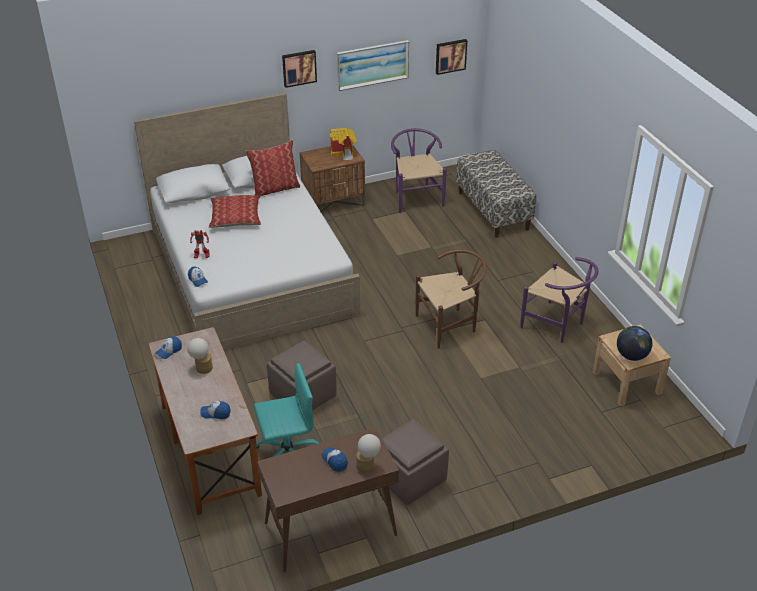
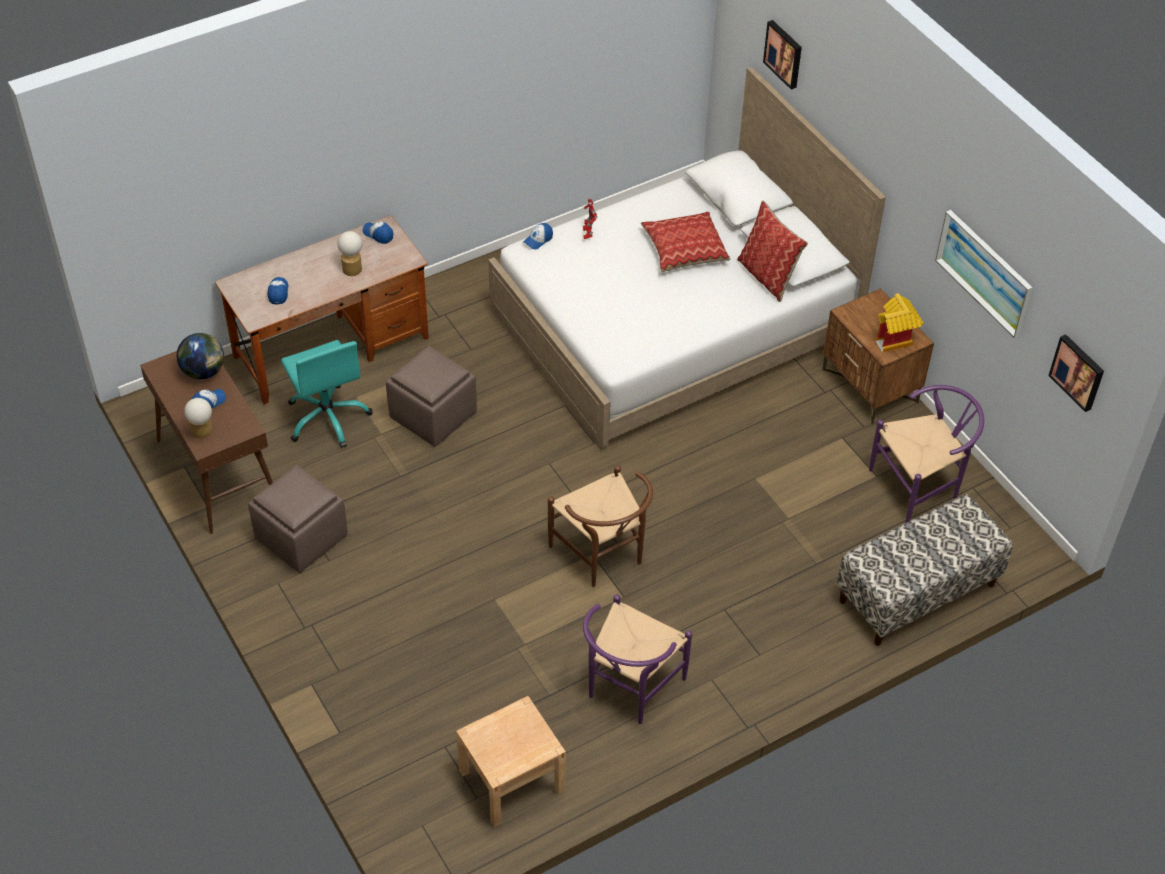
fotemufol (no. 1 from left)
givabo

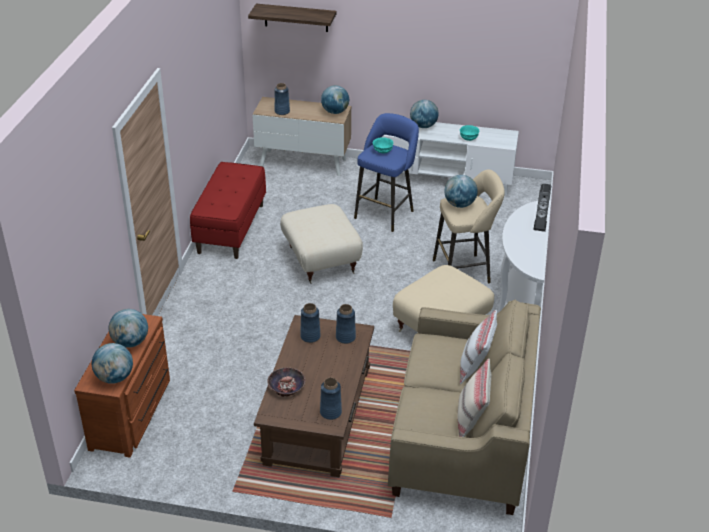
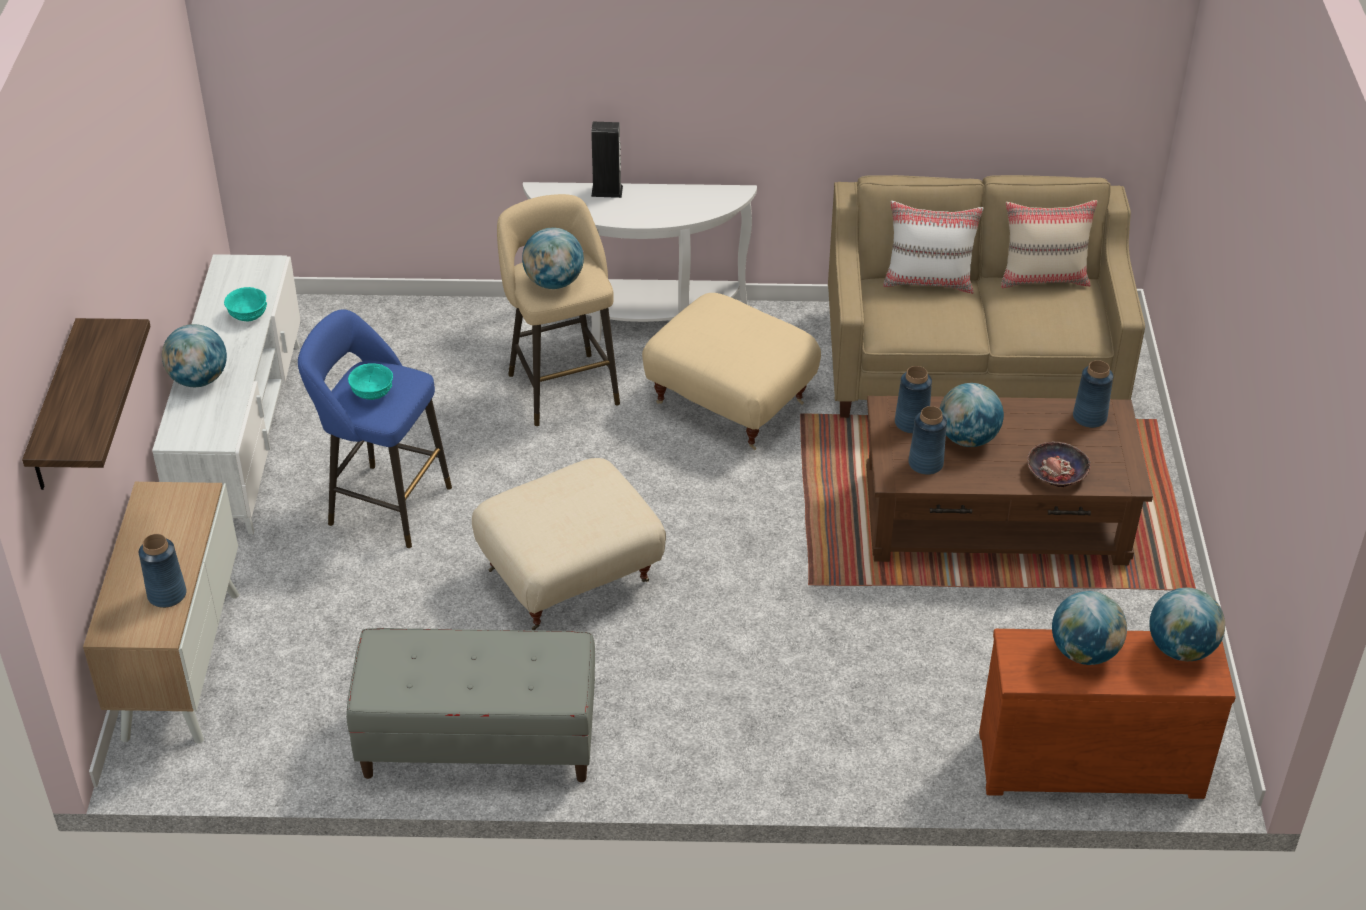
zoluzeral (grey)
givabo (no. 3 from left)

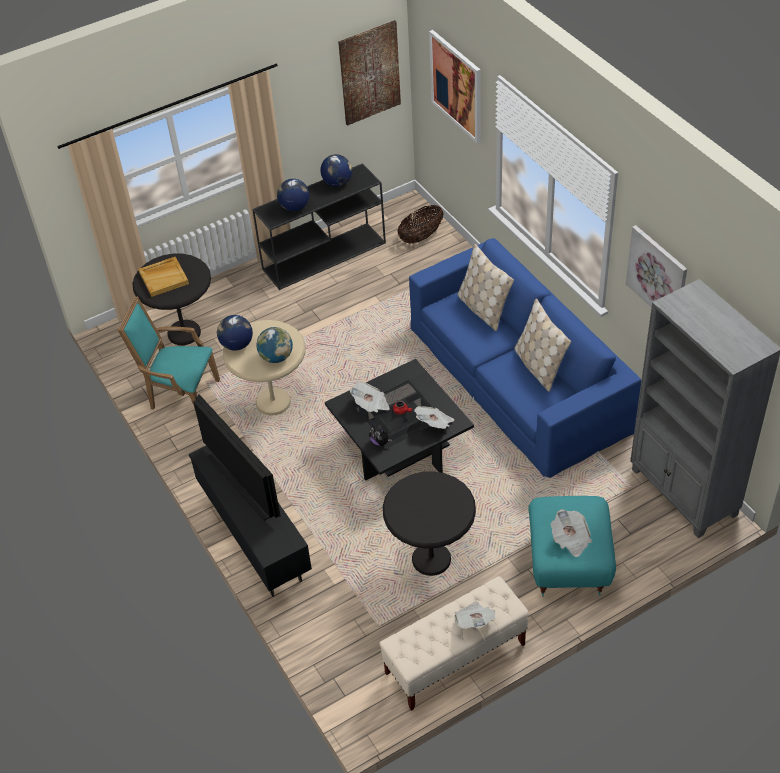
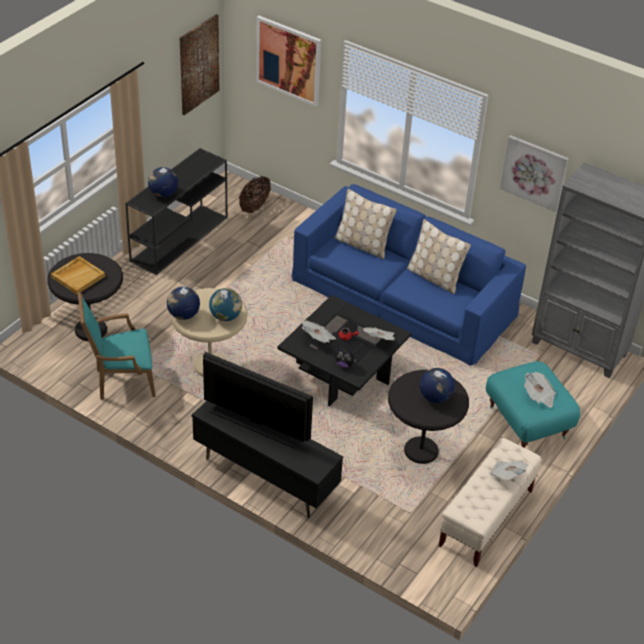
givabo (no. 4 from left)

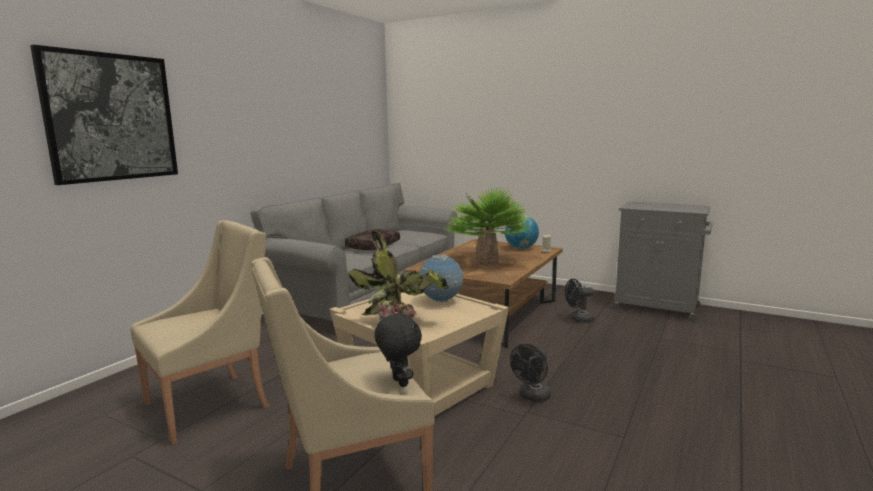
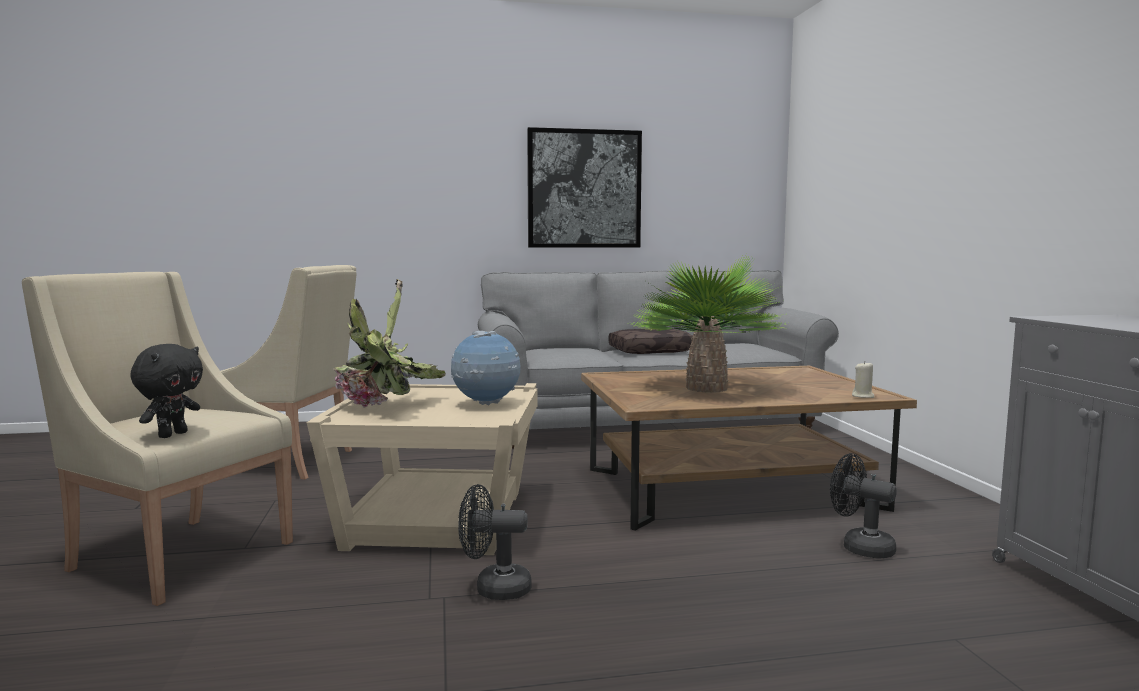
fotemufol
givabo (no. 2 from left in the first image)

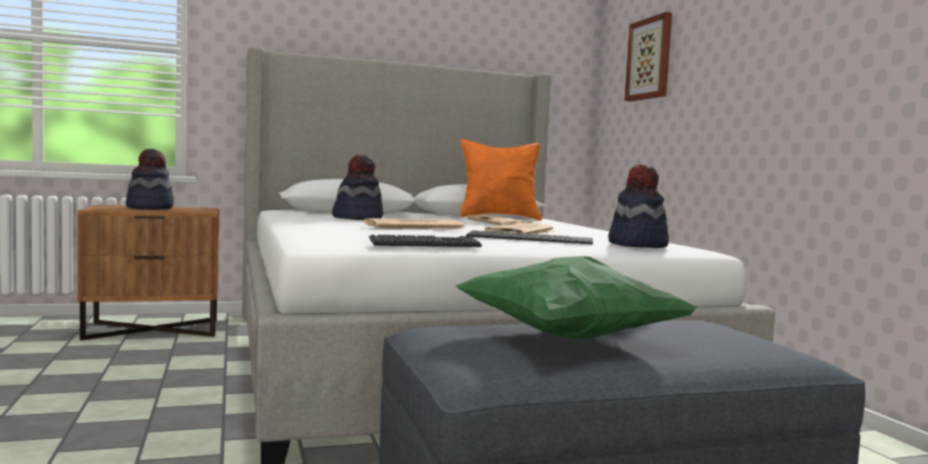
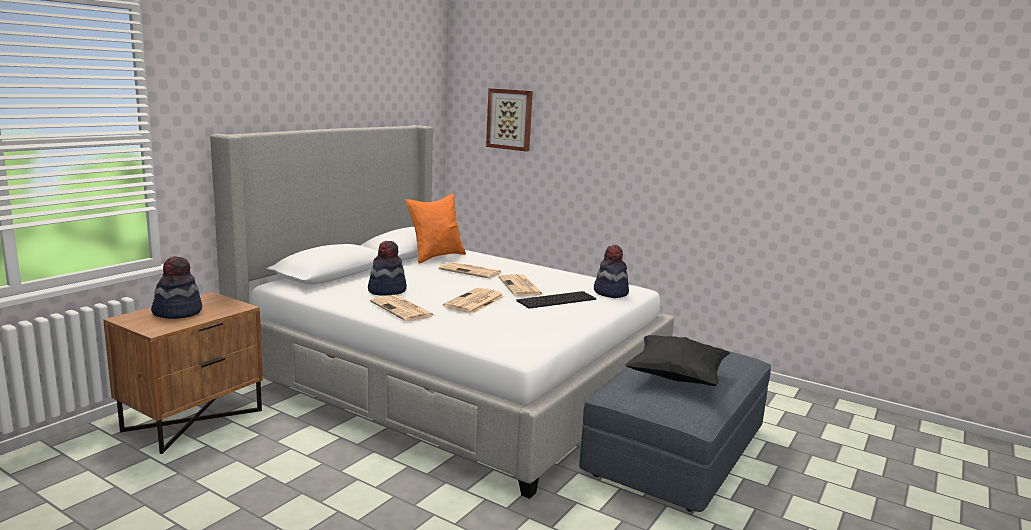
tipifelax (no. 1 from left in the first image)
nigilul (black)
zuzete (no. 1 from left)

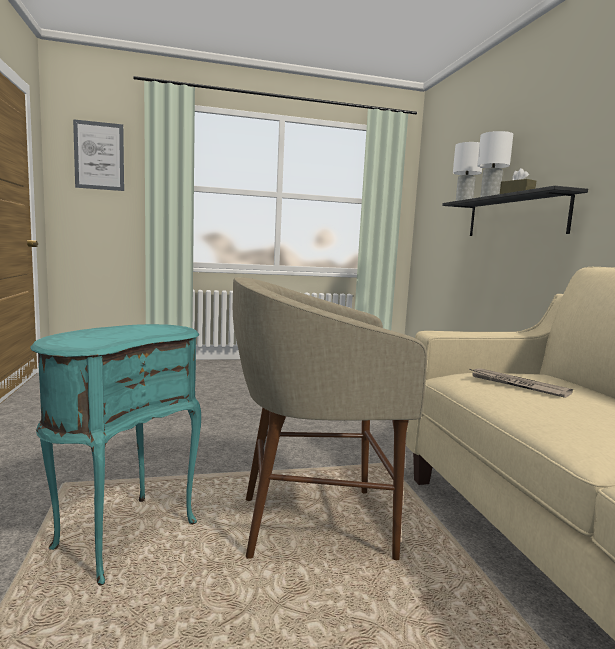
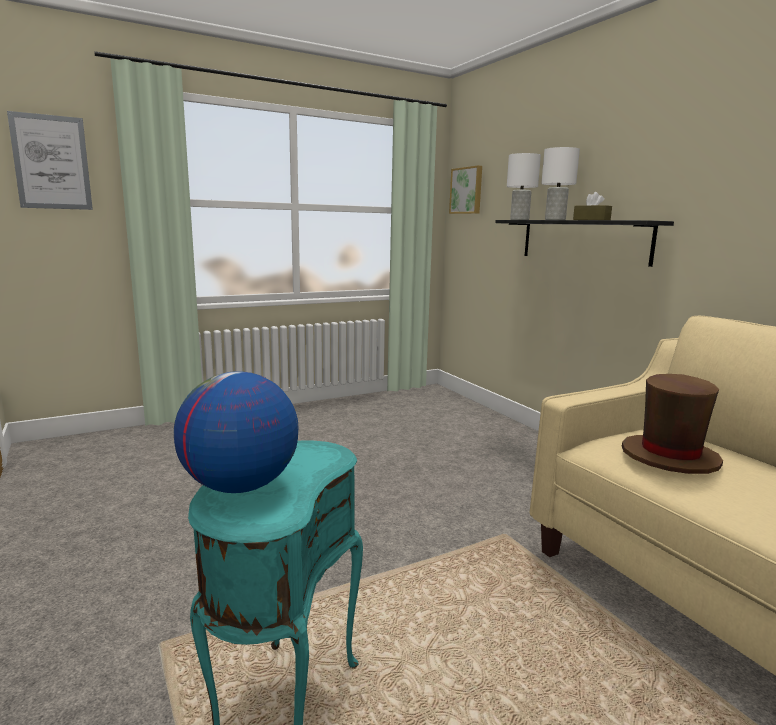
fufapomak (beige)
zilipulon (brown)
givabo
fotemufol (no. 2 from left)

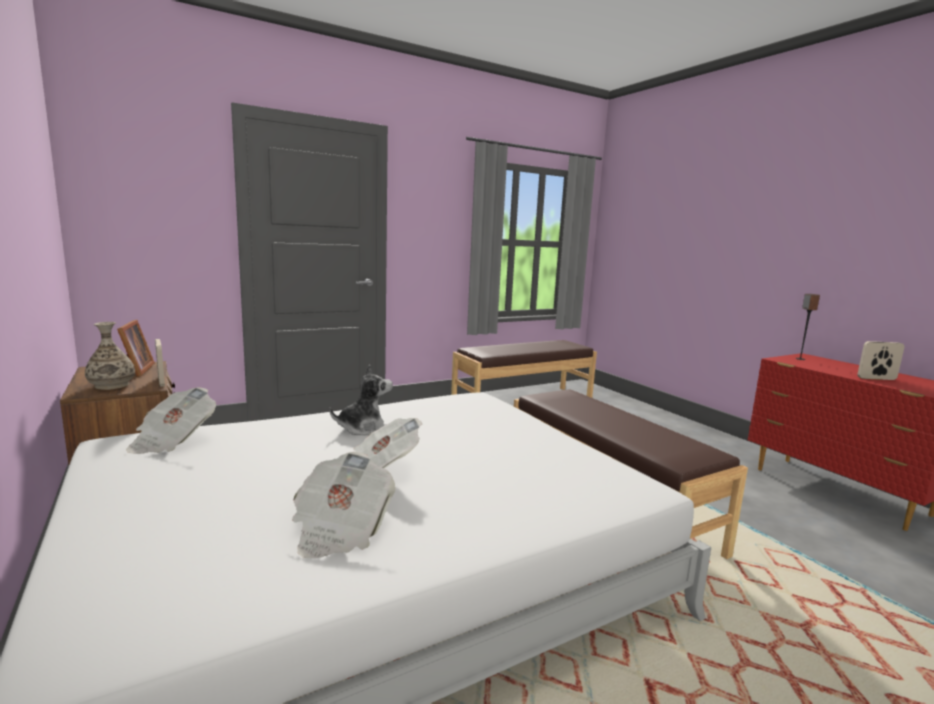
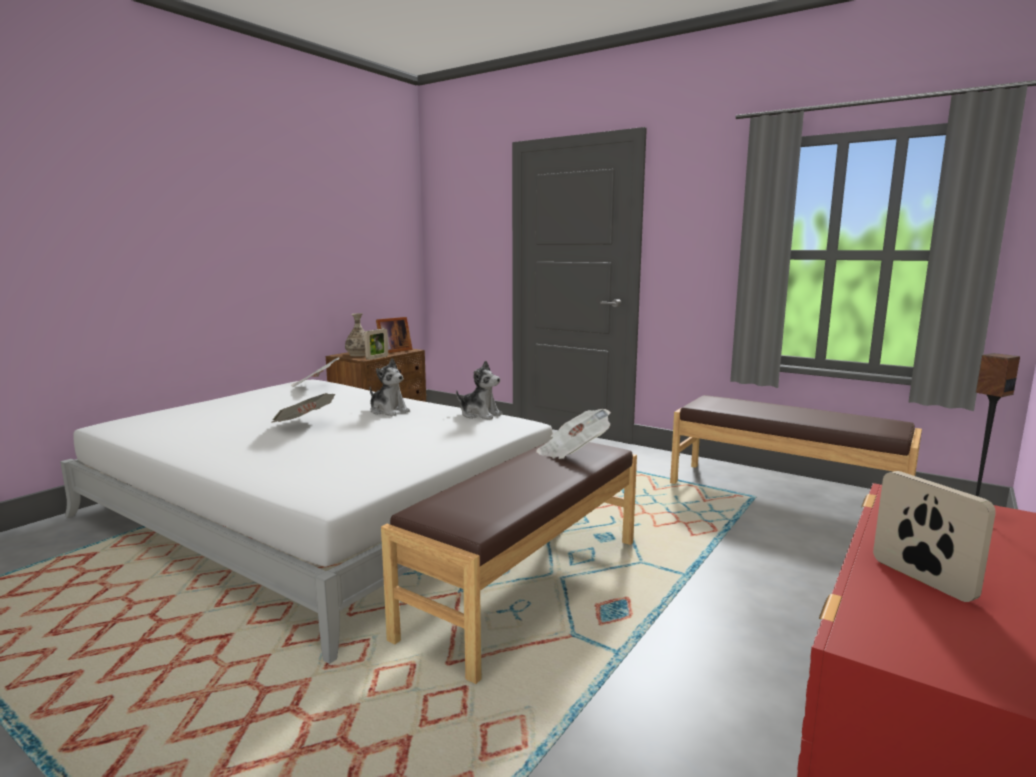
zuzete (no. 3 from left)
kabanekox (no. 2 from left)

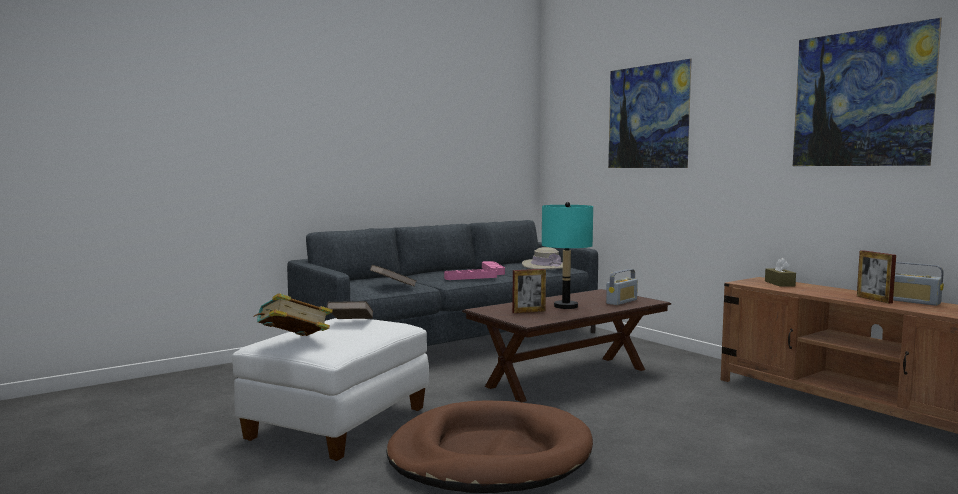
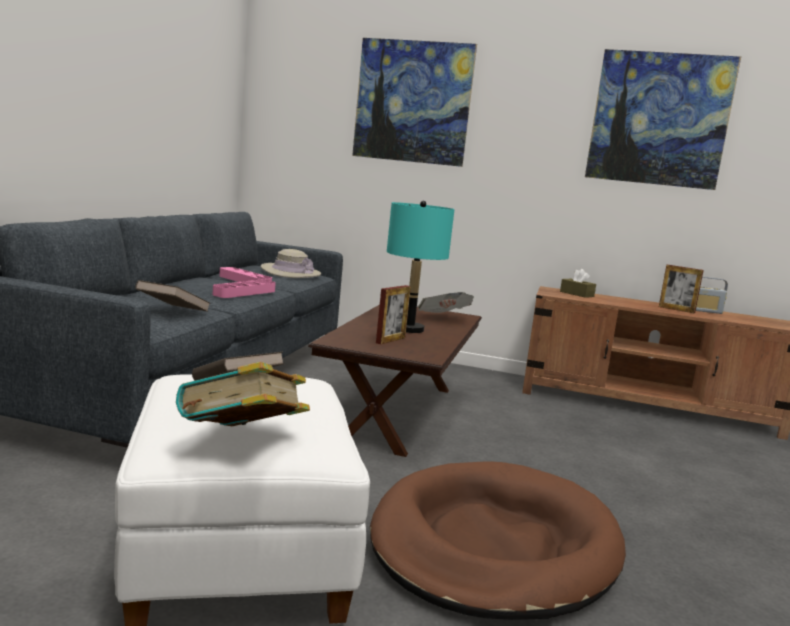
zuzete

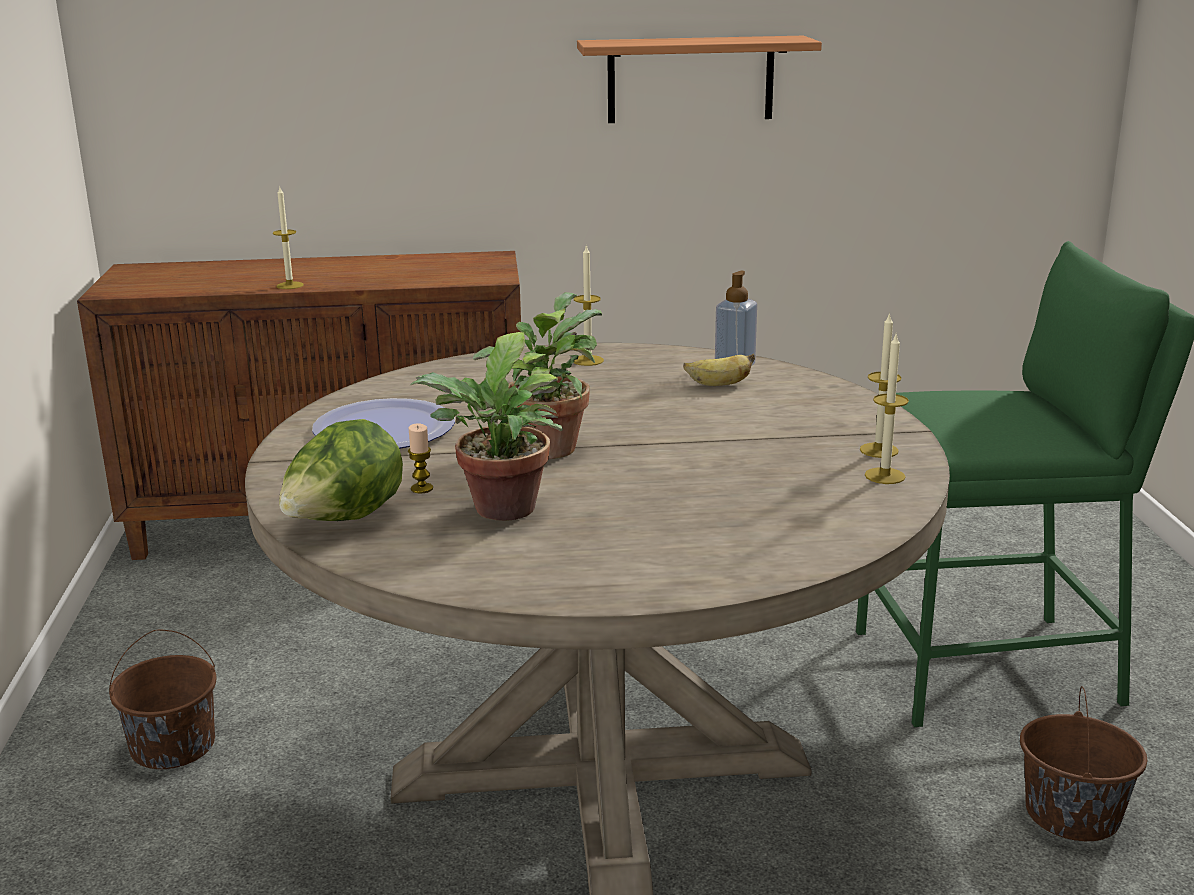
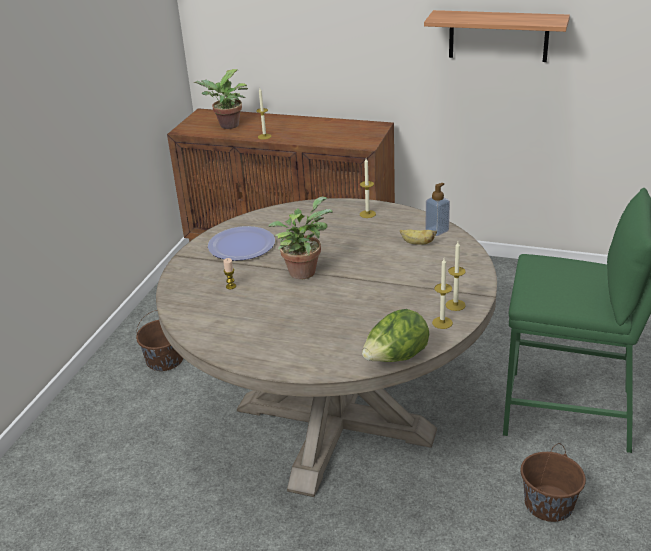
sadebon
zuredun (no. 1 from left)

